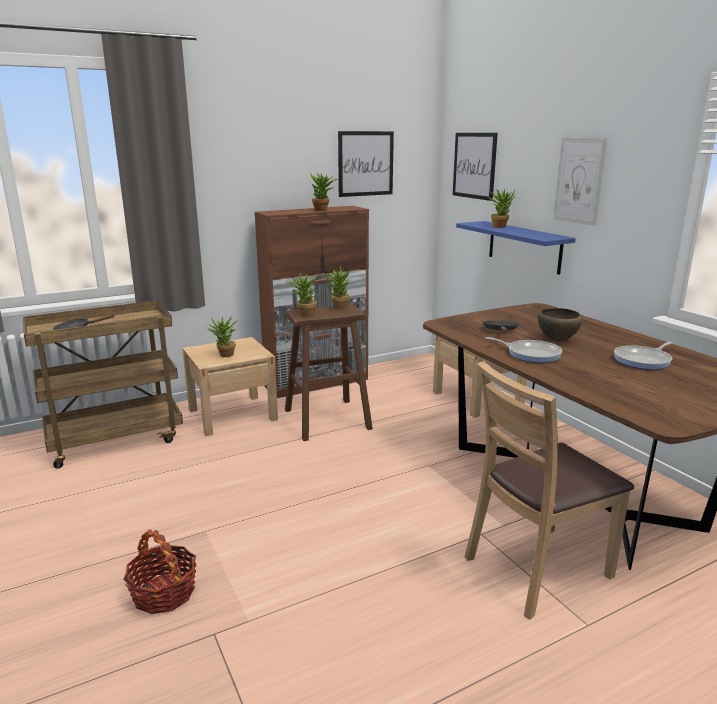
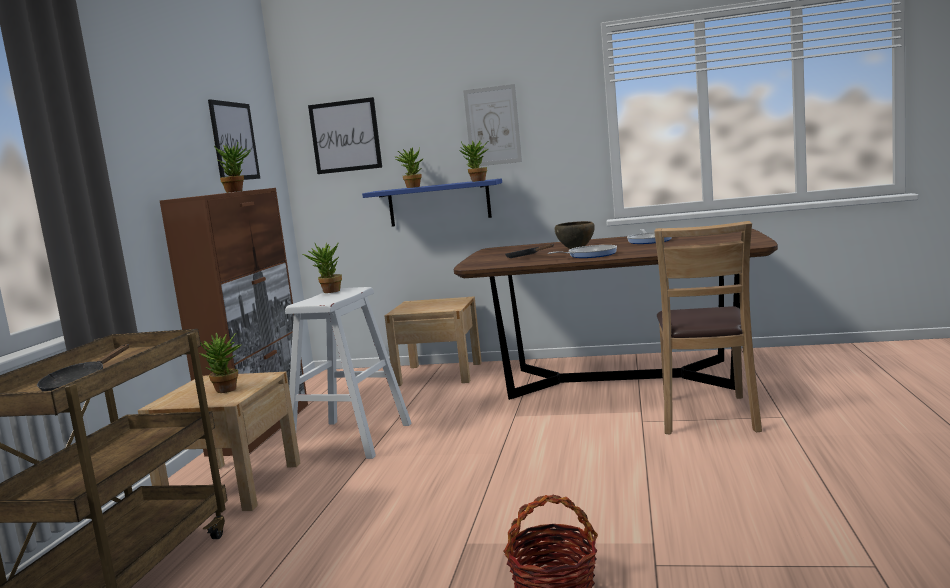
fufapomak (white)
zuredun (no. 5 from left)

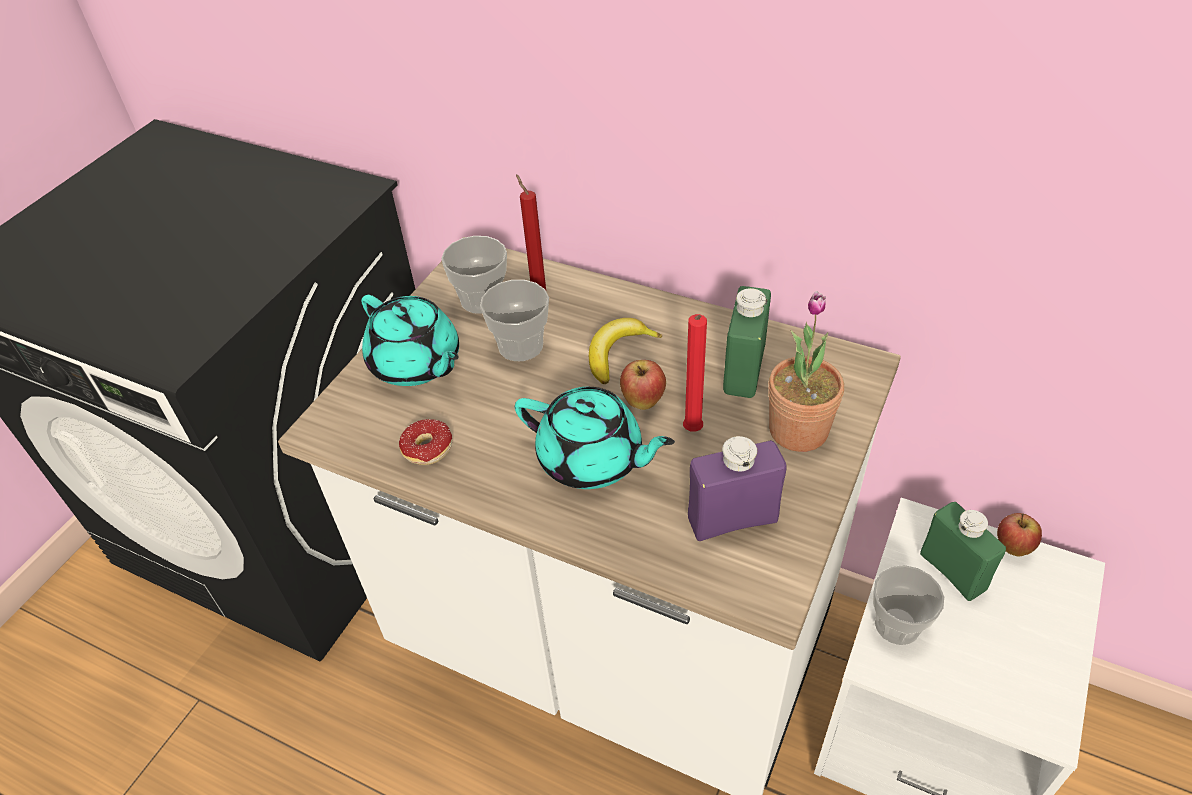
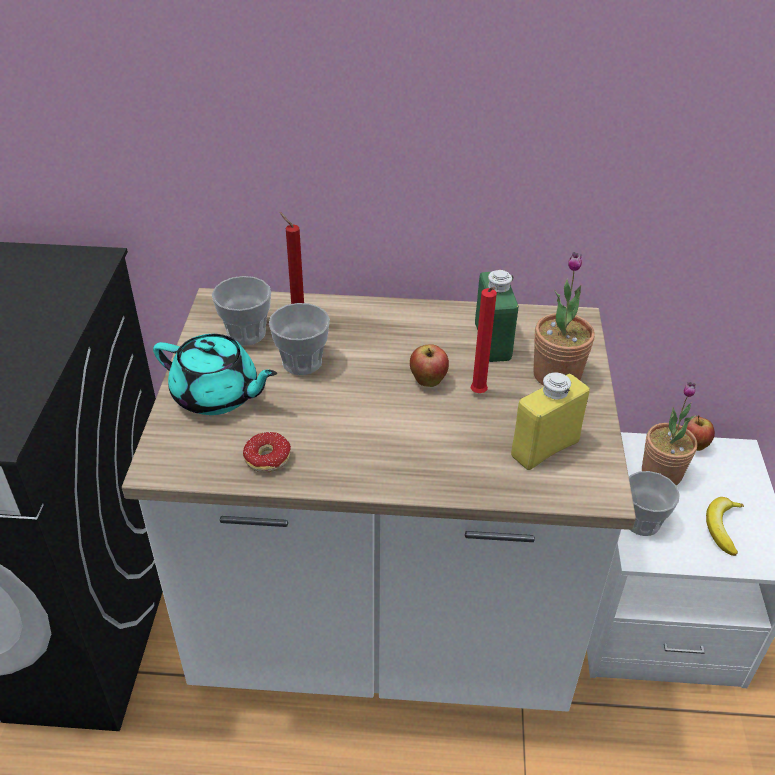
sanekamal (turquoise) (no. 2 from left in the first image)
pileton
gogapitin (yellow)
zuredun (no. 2 from left)

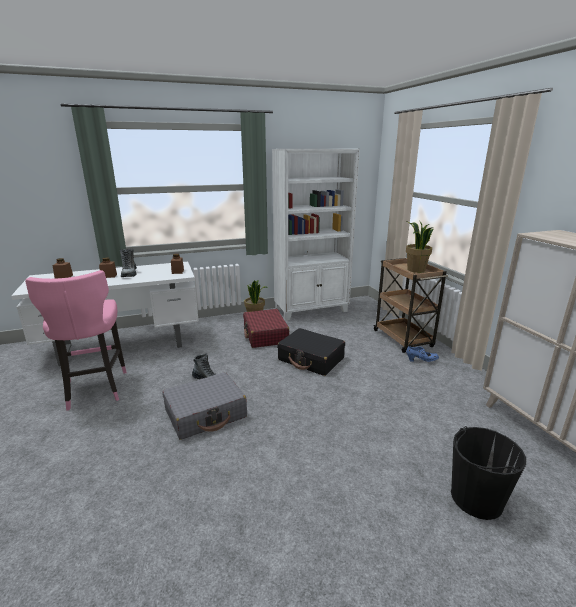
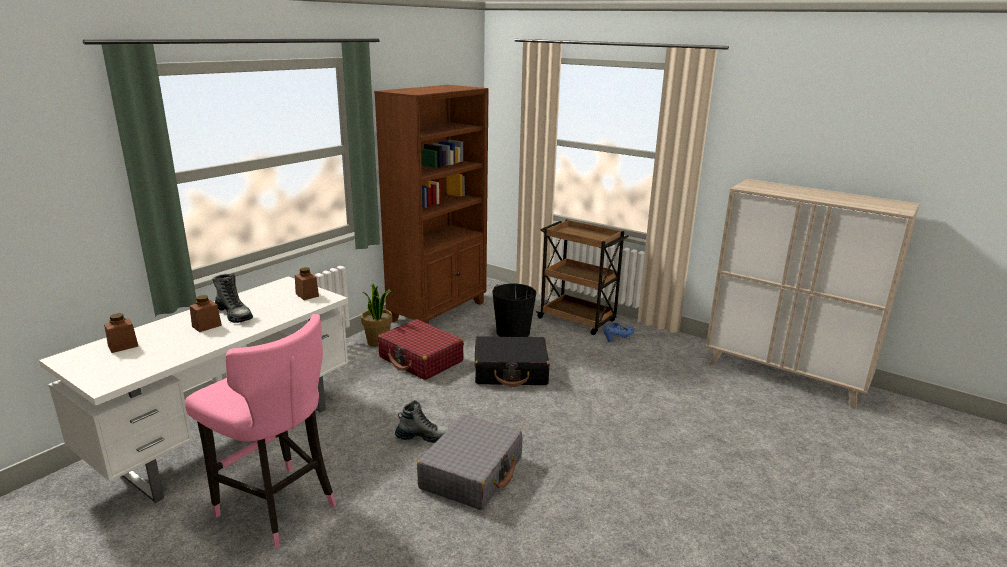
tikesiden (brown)
zuredun (no. 2 from left in the first image)
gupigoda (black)

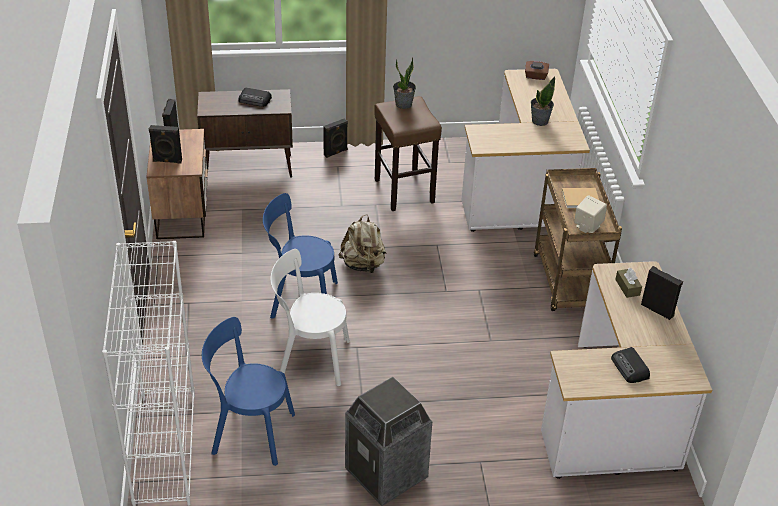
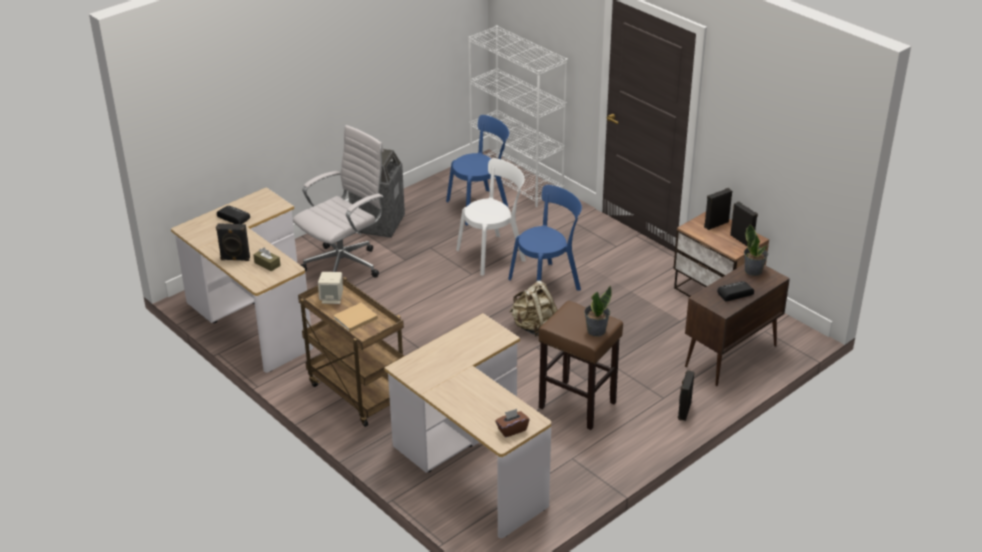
zuredun (no. 2 from left)
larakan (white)

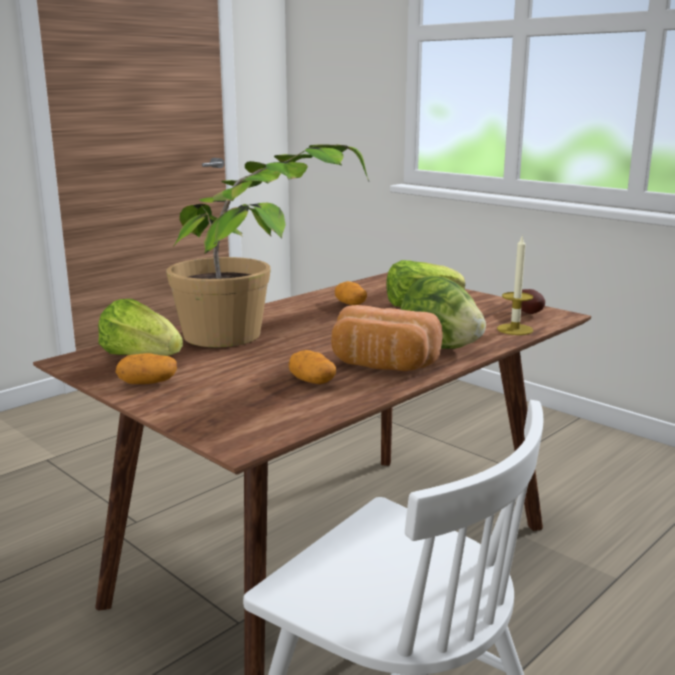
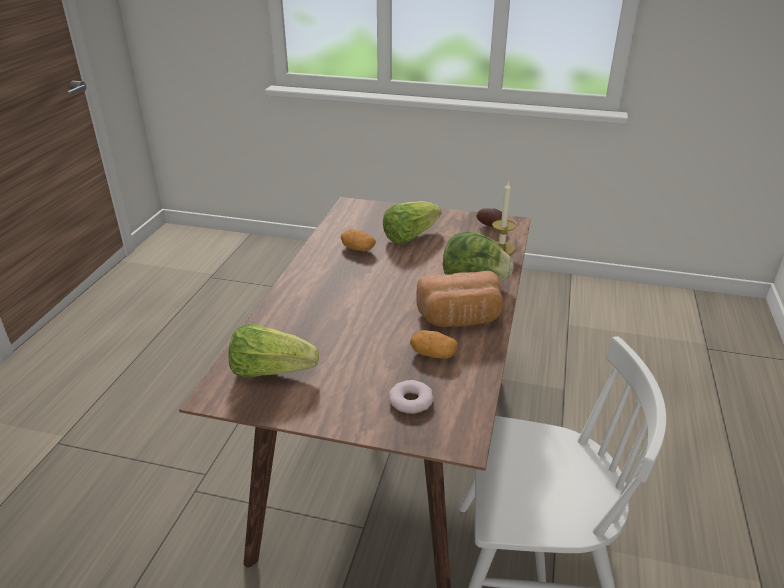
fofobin (no. 1 from left in the first image)
zuredun
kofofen

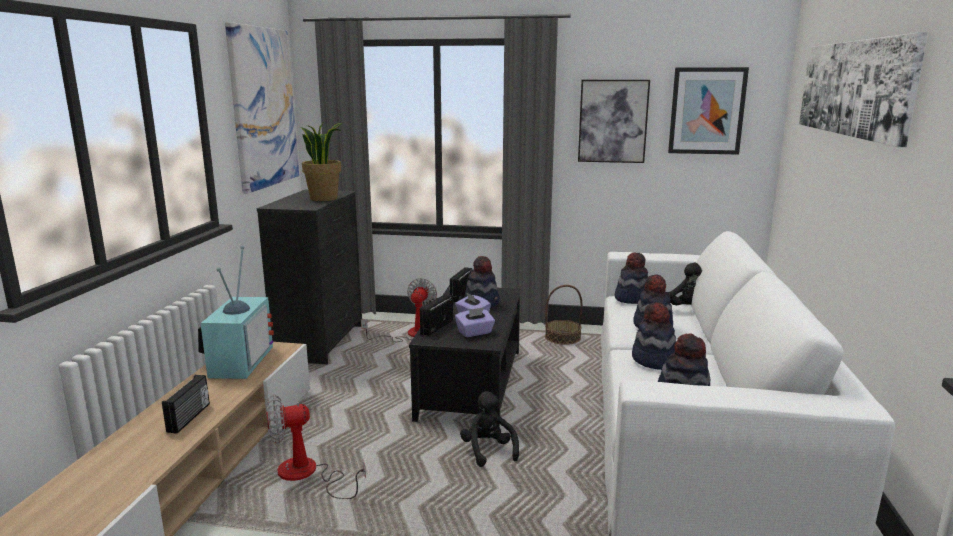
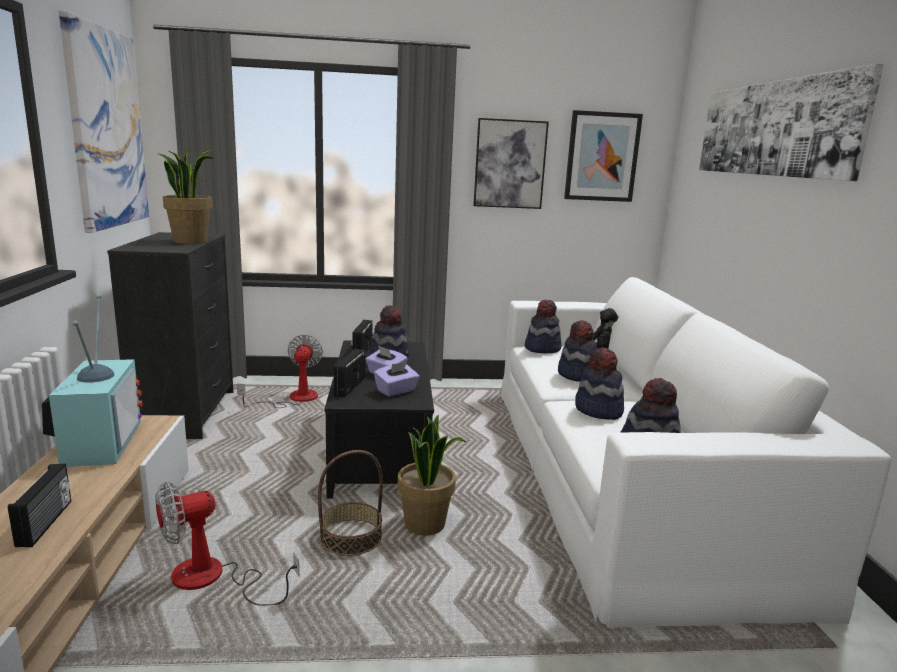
zuredun (no. 2 from left)
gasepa

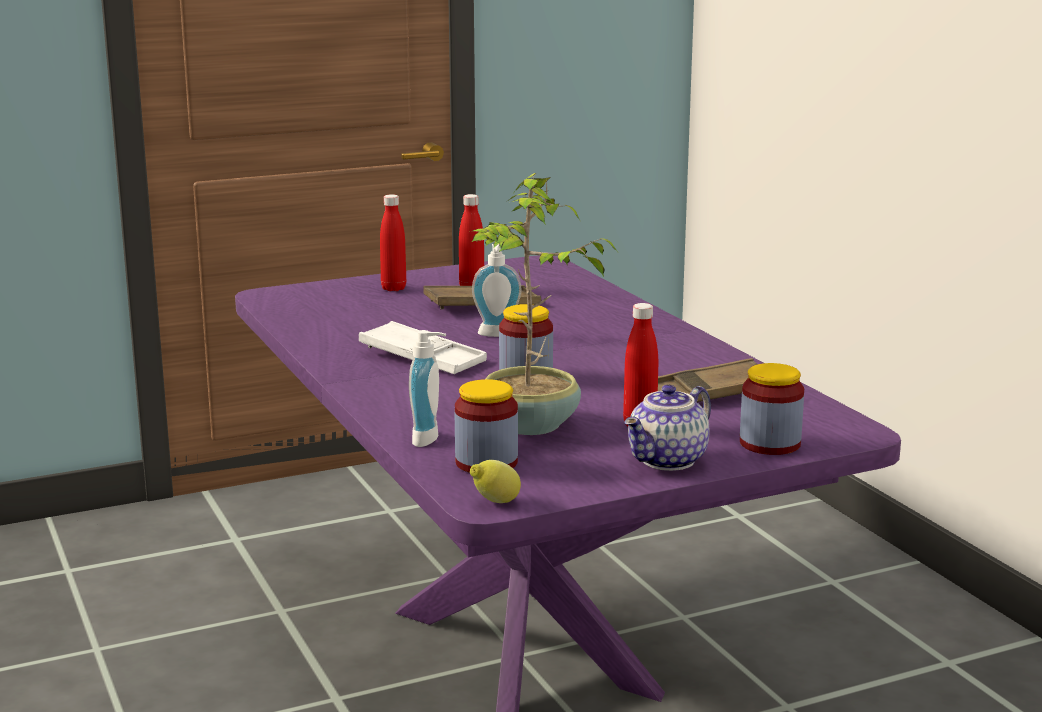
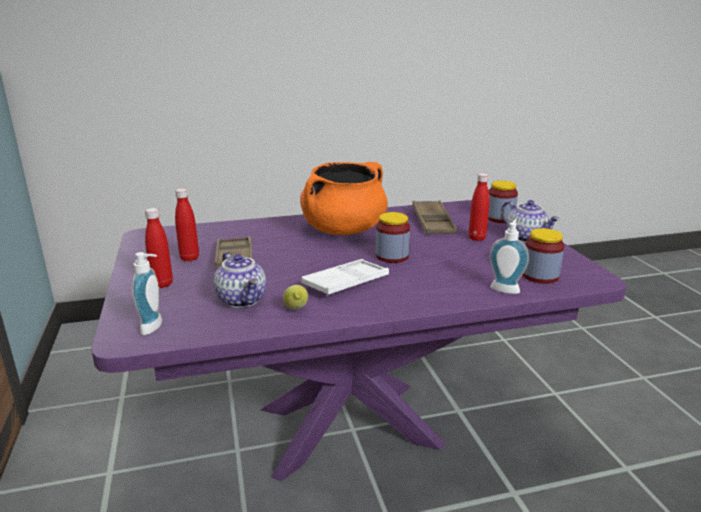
zuredun
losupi
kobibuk (no. 1 from left)
sanekamal (no. 1 from left)
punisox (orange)

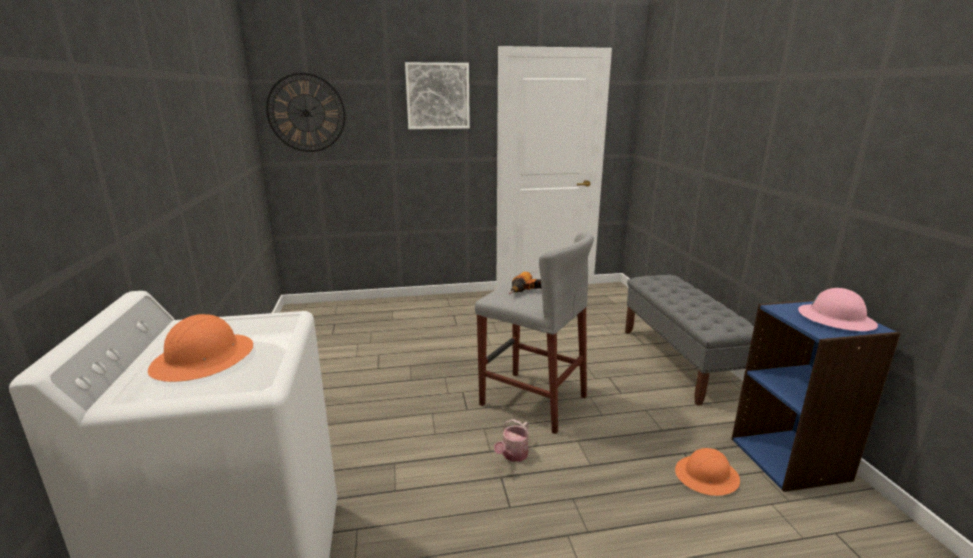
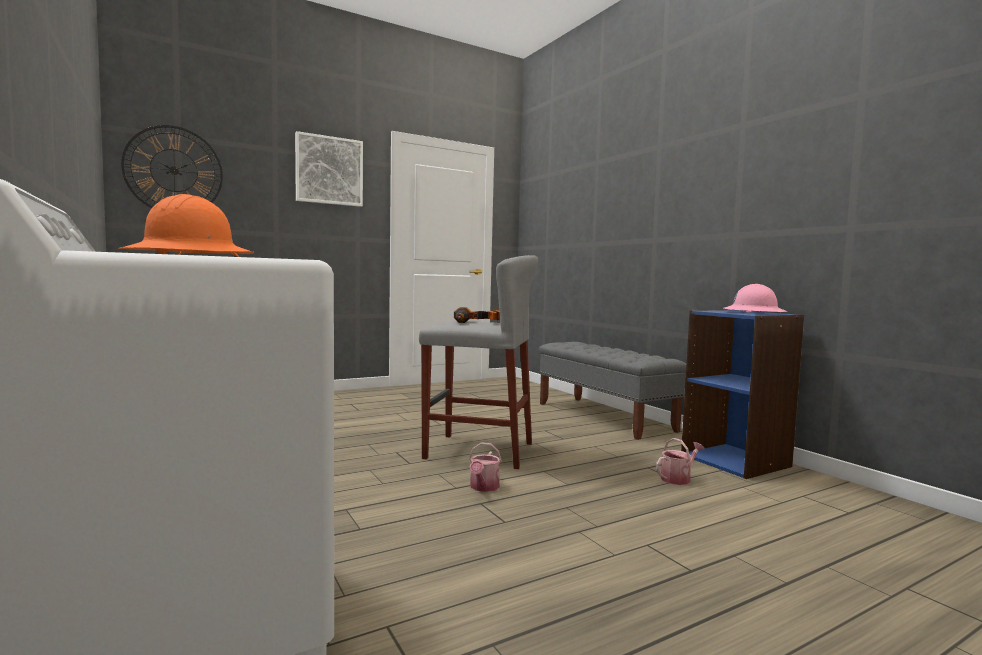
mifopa (no. 2 from left)

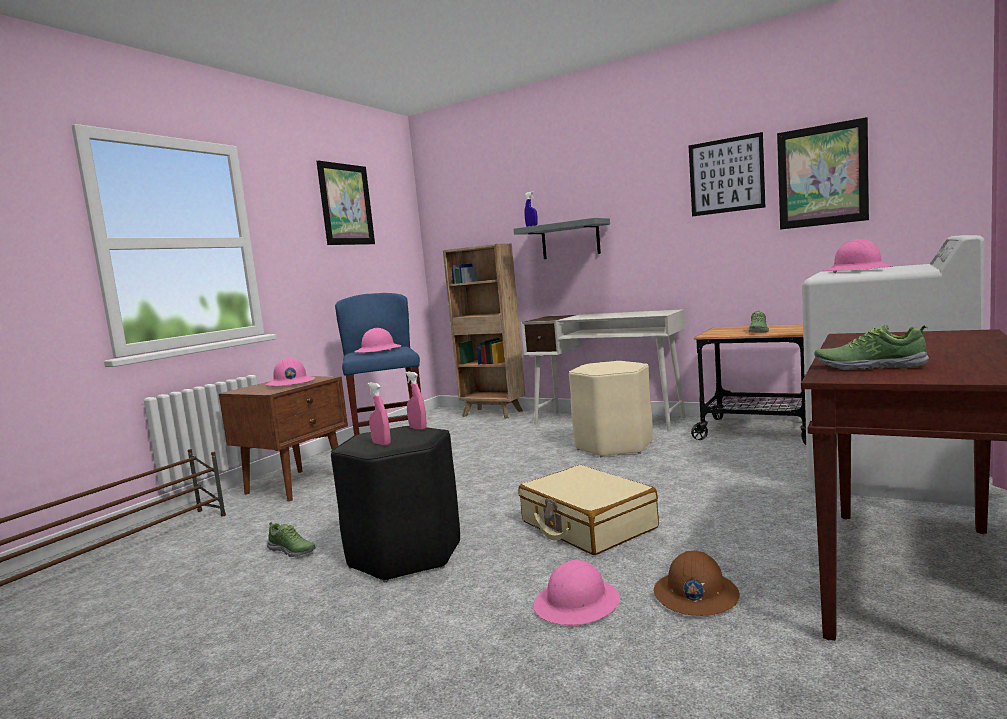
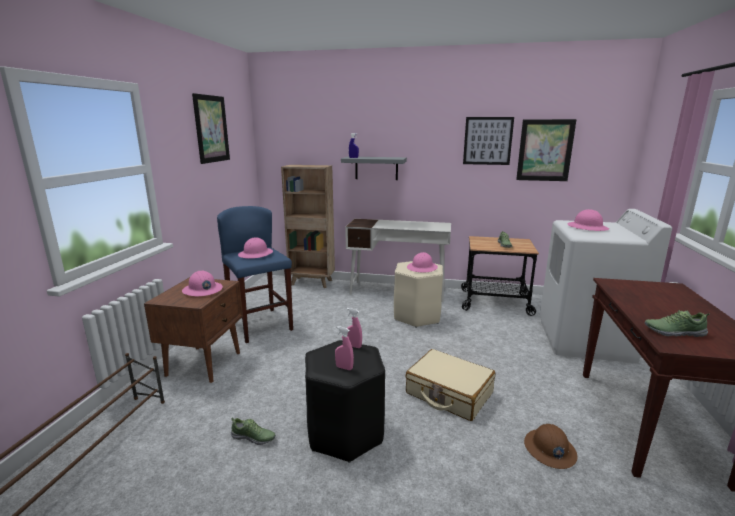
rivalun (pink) (no. 3 from left)

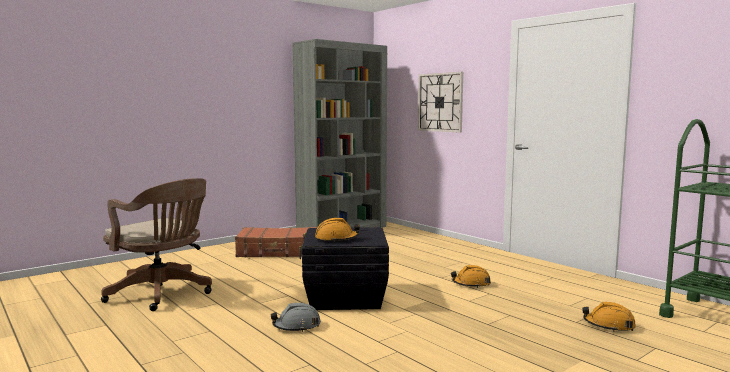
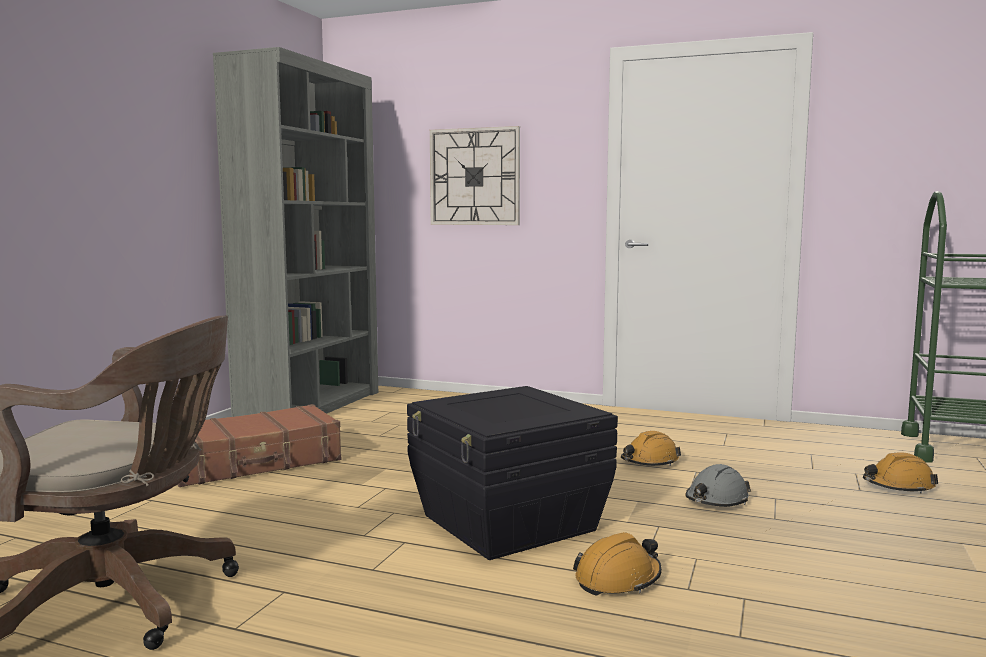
rivalun (grey)
rivalun (orange) (no. 1 from left)

